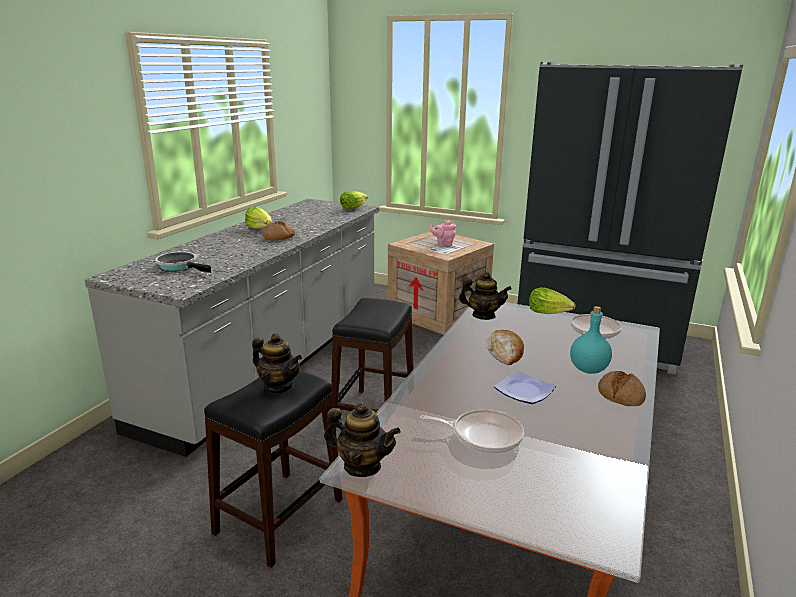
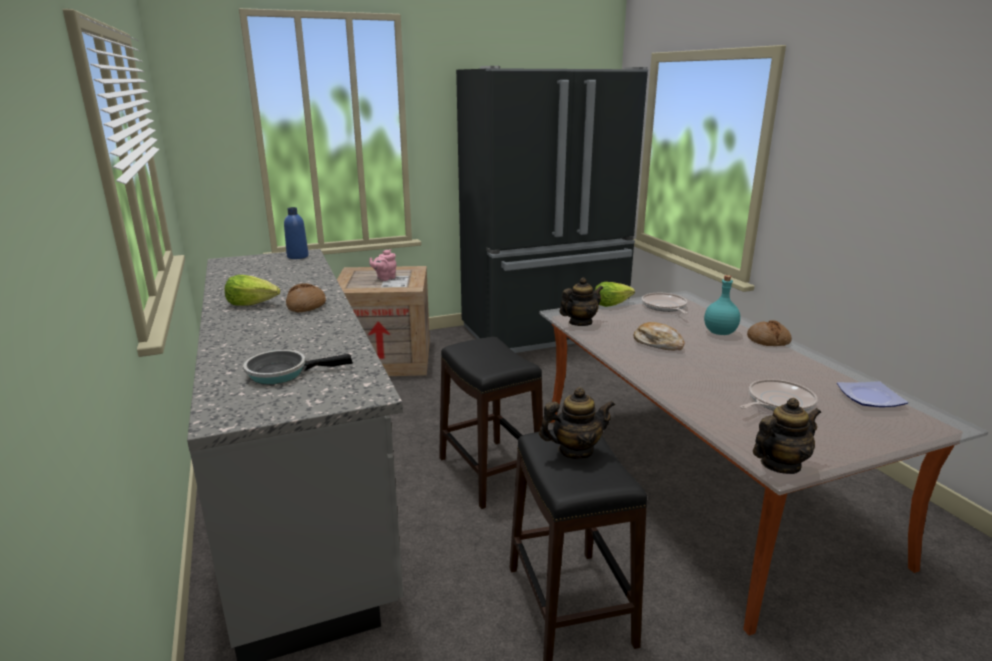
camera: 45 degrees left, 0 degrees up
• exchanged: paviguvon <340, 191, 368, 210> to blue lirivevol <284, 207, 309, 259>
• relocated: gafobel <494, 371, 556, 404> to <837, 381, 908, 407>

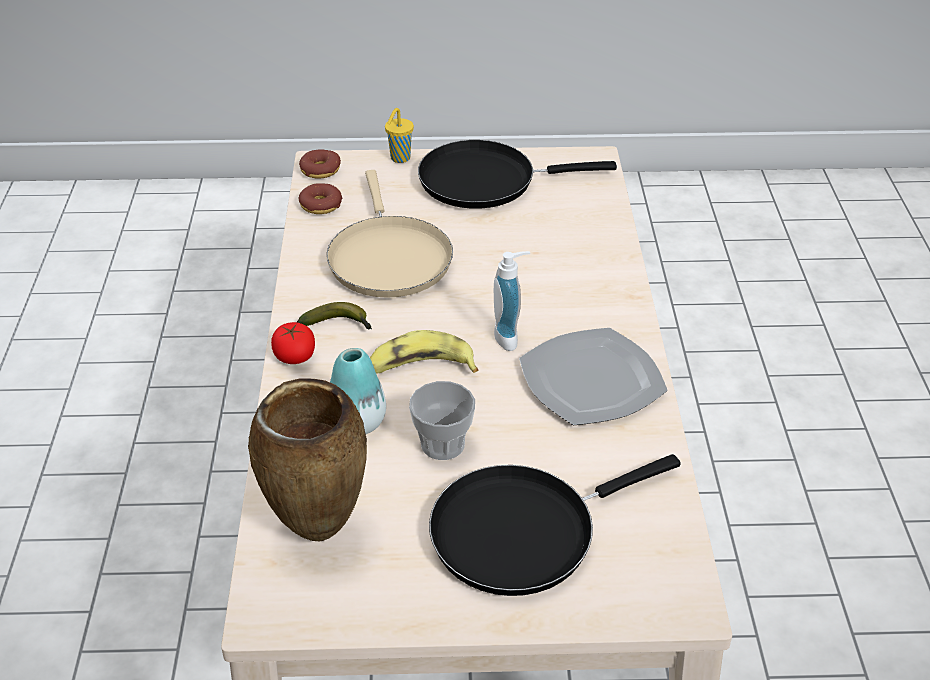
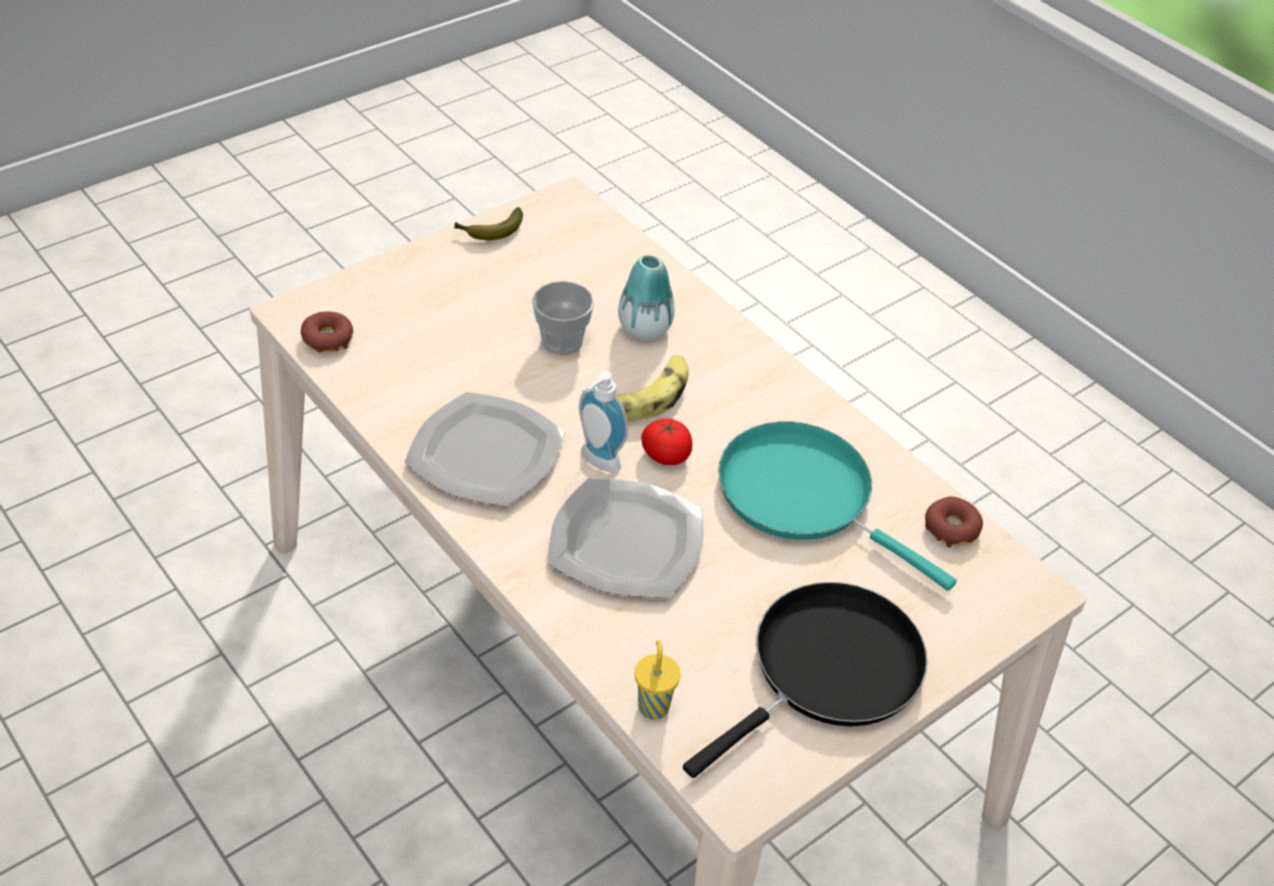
camera: 140 degrees right, 5 degrees up
• relocated: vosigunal <299, 150, 341, 179> to <301, 312, 353, 352>
• relocated: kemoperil <297, 302, 372, 329> to <453, 207, 523, 240>
• appeared: gafobel <549, 478, 703, 598>
• relocated: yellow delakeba <385, 108, 414, 163> to <635, 640, 681, 720>
• relocated: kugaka <271, 322, 315, 364> to <641, 418, 692, 465>
• colour: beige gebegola <327, 170, 453, 298> to turquoise gebegola <718, 421, 957, 591>
• missing: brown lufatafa <248, 378, 367, 541>
• missing: black gebegola <429, 454, 681, 596>

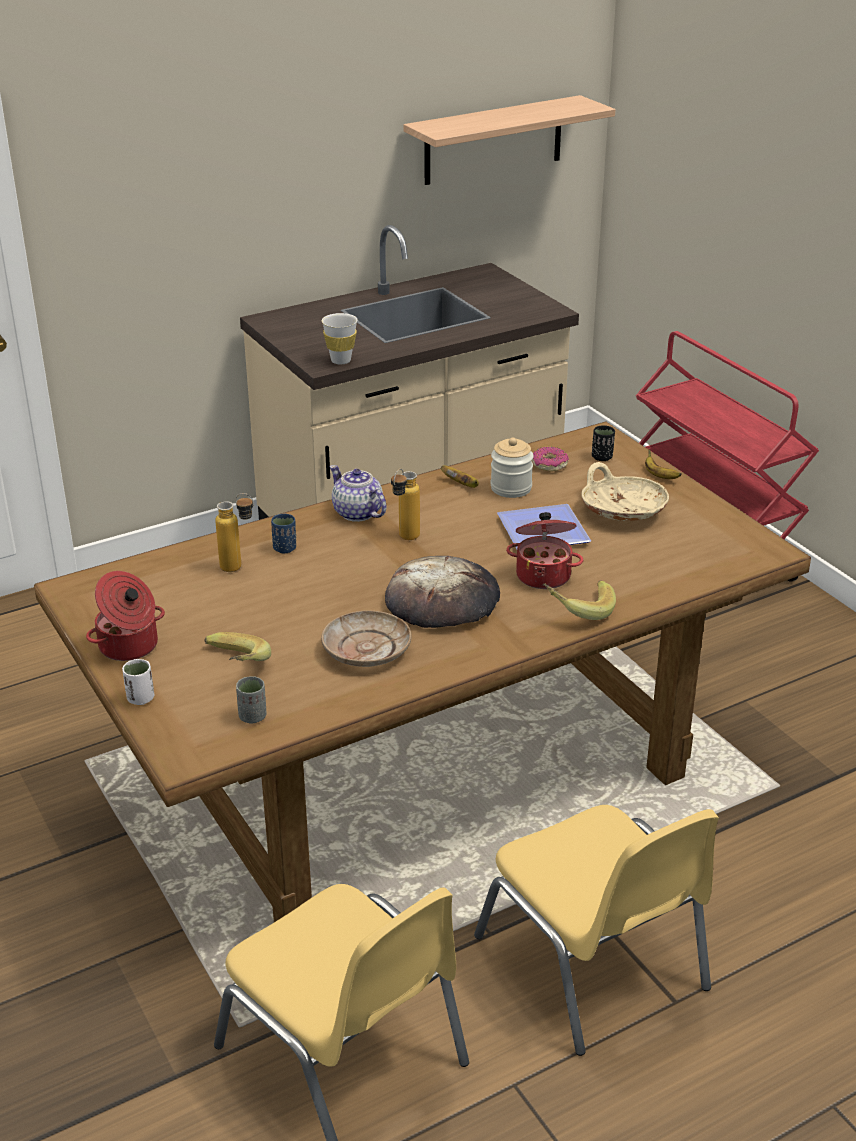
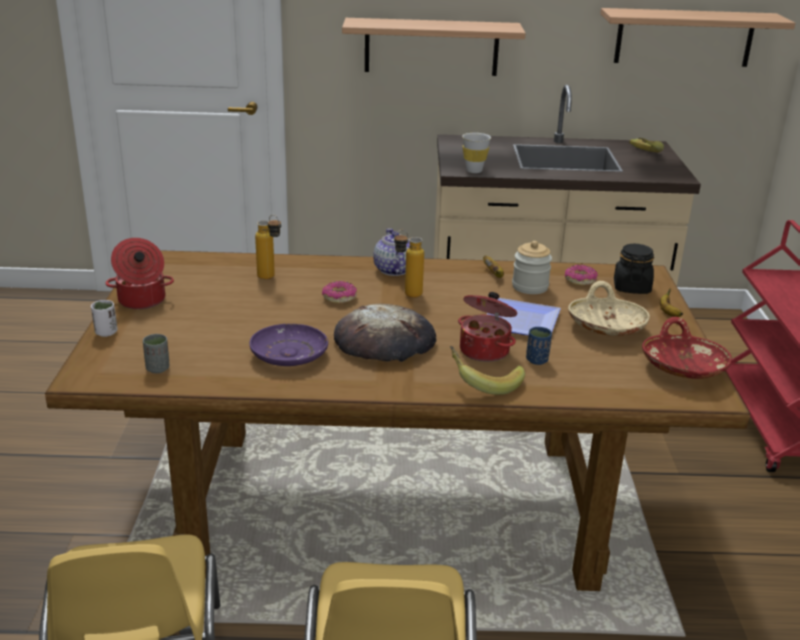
camera: 30 degrees right, 5 degrees down
• colour: beige gafobel <321, 610, 412, 667> to purple gafobel <249, 324, 328, 366>
• appeared: vosigunal <322, 281, 357, 303>
• appeared: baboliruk <342, 18, 526, 76>
• relocated: blue delakeba <271, 514, 296, 553> to <526, 327, 552, 365>
• exchanged: black delakeba <592, 425, 615, 461> to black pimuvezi <614, 244, 654, 294>
• relocated: kemoperil <204, 632, 271, 661> to <629, 138, 664, 152>
• appeared: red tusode <642, 317, 732, 379>

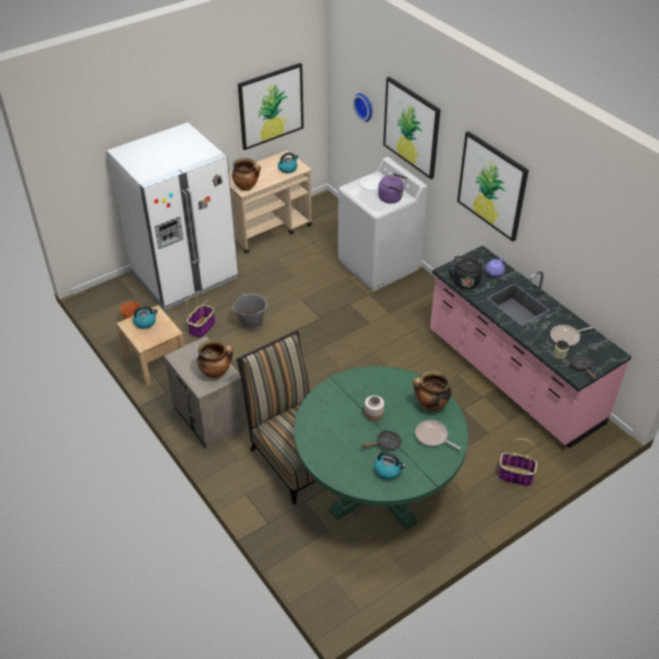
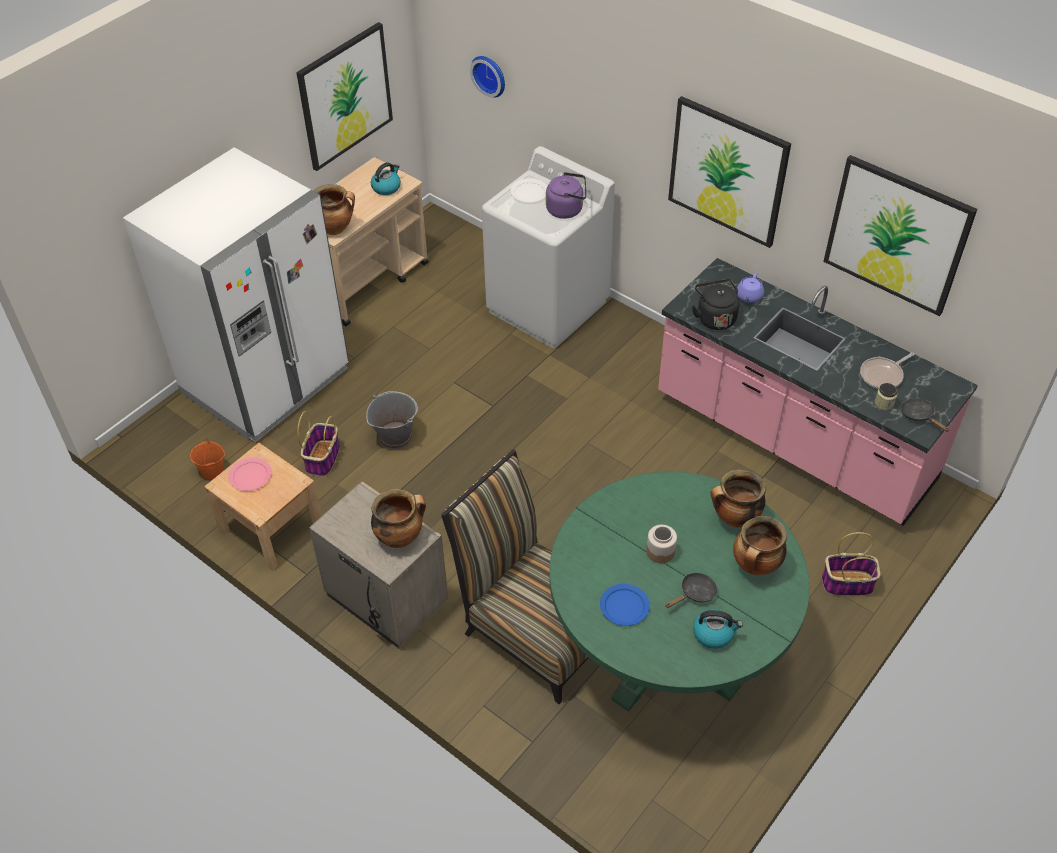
camera: 15 degrees left, 5 degrees up
• exchanged: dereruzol <133, 306, 158, 329> to pink gafobel <228, 457, 272, 491>
• appeared: blue gafobel <600, 584, 650, 626>
• exchanged: gebegola <415, 420, 461, 450> to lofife <733, 516, 787, 575>
• relocated: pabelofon <383, 77, 441, 179> to <823, 155, 977, 316>

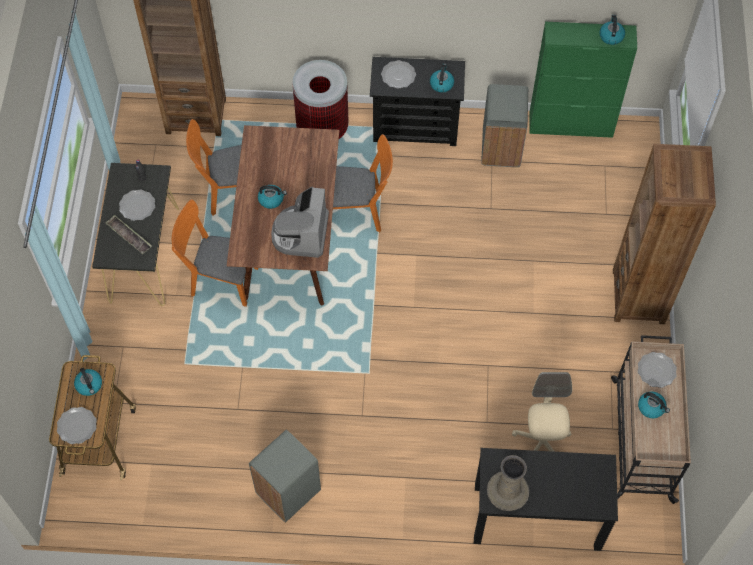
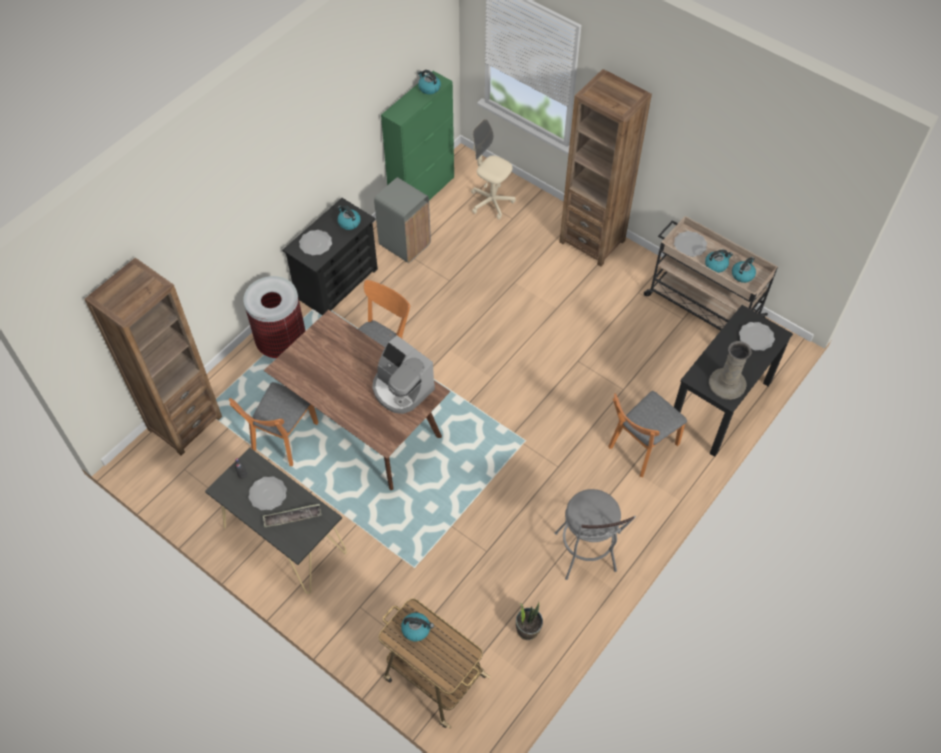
camera: 55 degrees left, 5 degrees down
• relocated: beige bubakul <512, 372, 572, 452> to <471, 119, 516, 219>
• appeared: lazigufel <516, 602, 543, 640>
• exchanged: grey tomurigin <249, 430, 321, 523> to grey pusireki <555, 489, 636, 580>
• relocated: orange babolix <172, 199, 258, 307> to <608, 391, 687, 478>
• relocated: dereruzol <258, 185, 287, 209> to <732, 257, 756, 283>
• relocated: gafobel <57, 407, 97, 444> to <739, 322, 775, 351>

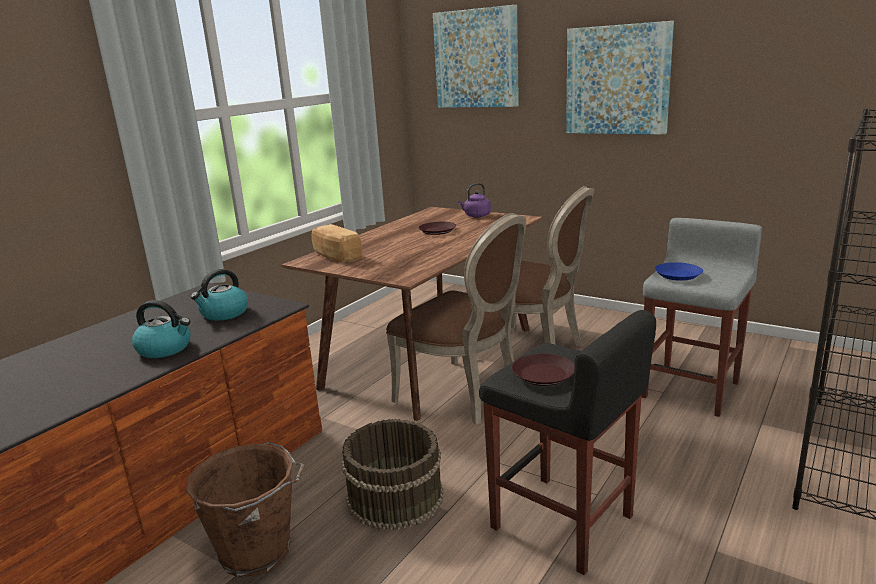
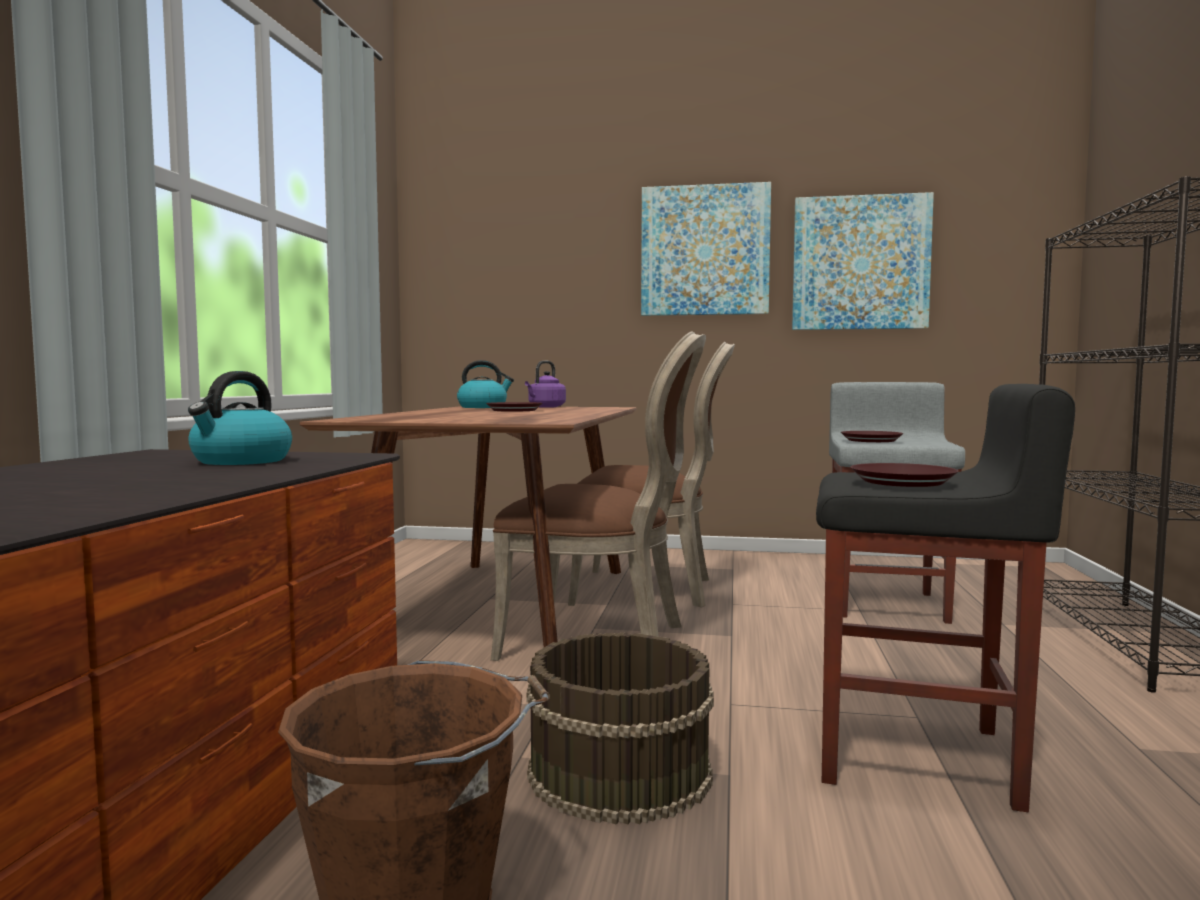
camera: 25 degrees left, 15 degrees down
• relocated: dereruzol <132, 300, 191, 358> to <457, 360, 514, 408>
• relocated: pabelofon <433, 5, 519, 108> to <792, 192, 934, 330>
• colour: blue gafobel <655, 262, 703, 281> to brown gafobel <841, 431, 904, 442>
• missing: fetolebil <312, 224, 362, 262>

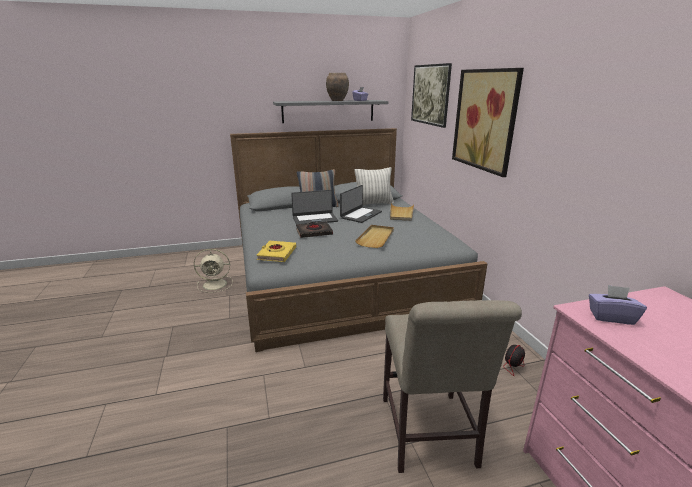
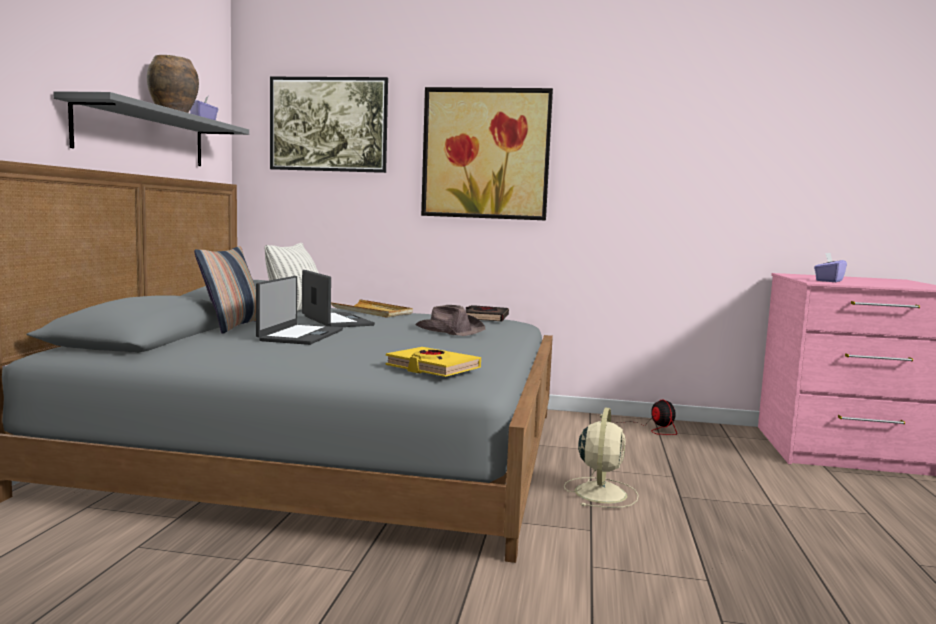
camera: 65 degrees left, 15 degrees down
• exchanged: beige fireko <355, 225, 394, 248> to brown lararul <416, 305, 485, 336>
• relocated: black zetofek <296, 222, 333, 238> to <465, 305, 509, 321>
• relocated: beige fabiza <194, 249, 233, 293> to <564, 407, 639, 508>
• missing: beige babolix <383, 300, 522, 473>

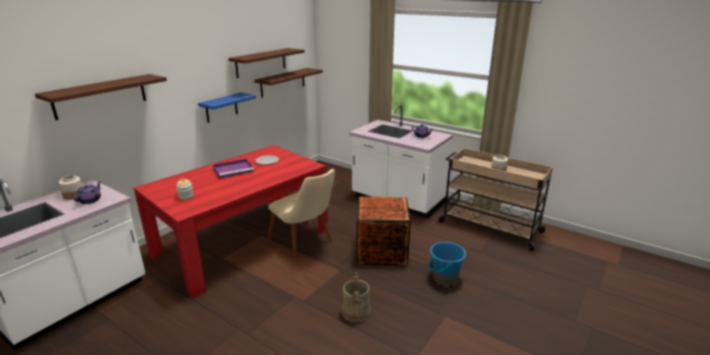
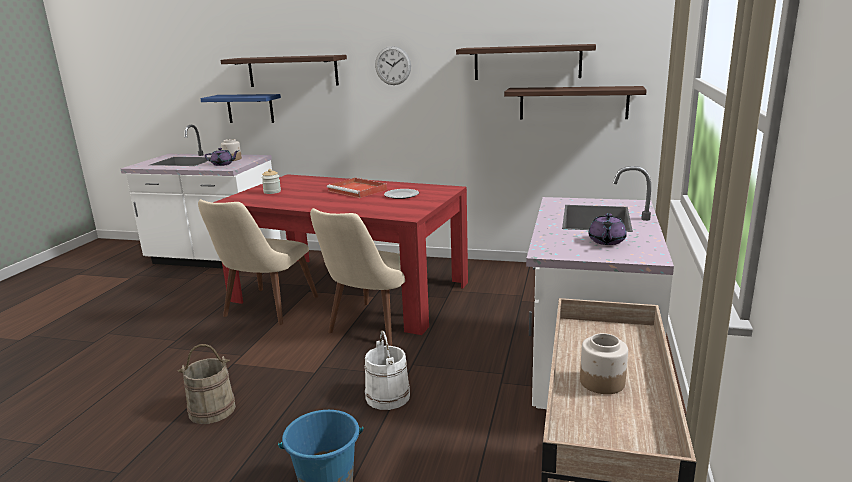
camera: 70 degrees right, 5 degrees down
• appeared: beige babolix <198, 199, 318, 325>
• relocated: blue baboliruk <198, 93, 256, 123> to <200, 94, 281, 123>
• colour: purple fireko <213, 159, 254, 179> to red fireko <327, 178, 387, 198>
• exchanged: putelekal <357, 196, 411, 265> to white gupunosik <364, 330, 410, 410>
• appeared: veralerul <375, 46, 411, 85>

